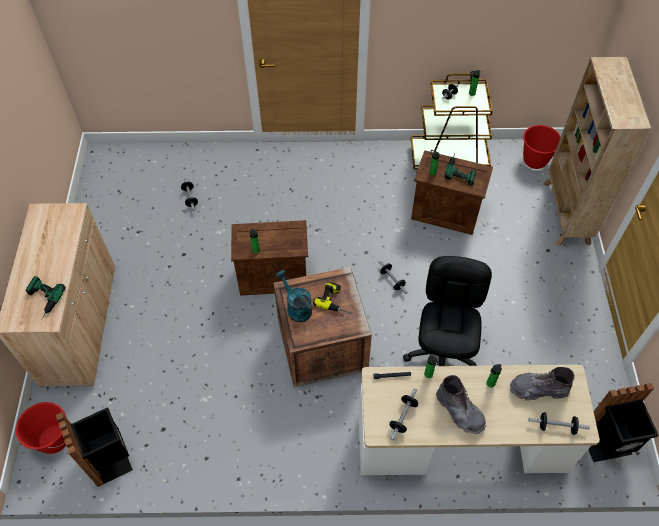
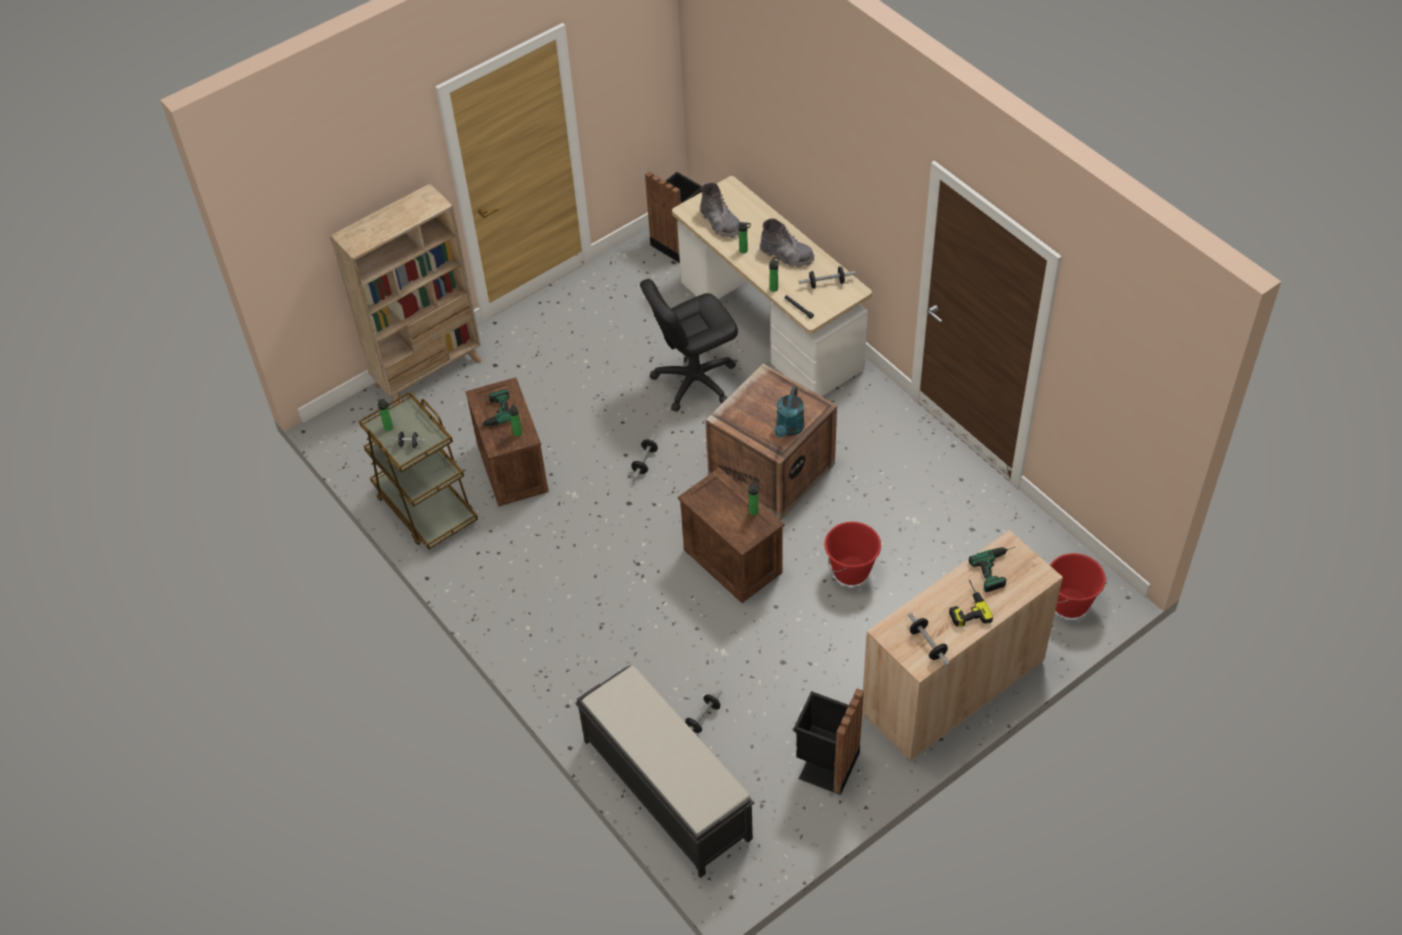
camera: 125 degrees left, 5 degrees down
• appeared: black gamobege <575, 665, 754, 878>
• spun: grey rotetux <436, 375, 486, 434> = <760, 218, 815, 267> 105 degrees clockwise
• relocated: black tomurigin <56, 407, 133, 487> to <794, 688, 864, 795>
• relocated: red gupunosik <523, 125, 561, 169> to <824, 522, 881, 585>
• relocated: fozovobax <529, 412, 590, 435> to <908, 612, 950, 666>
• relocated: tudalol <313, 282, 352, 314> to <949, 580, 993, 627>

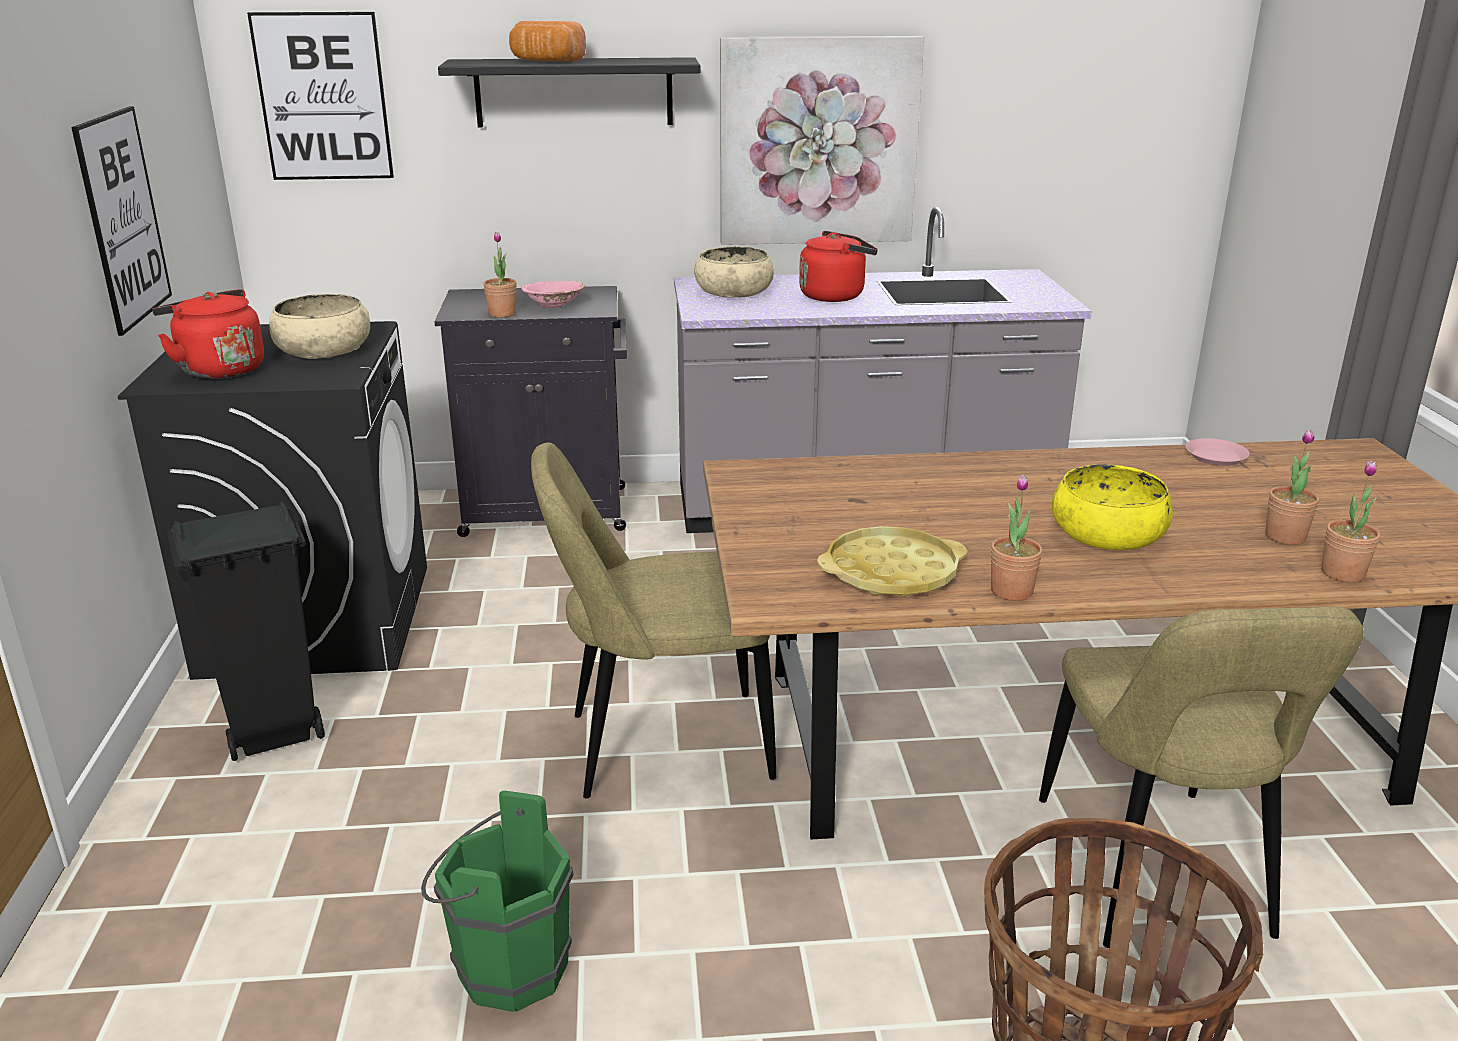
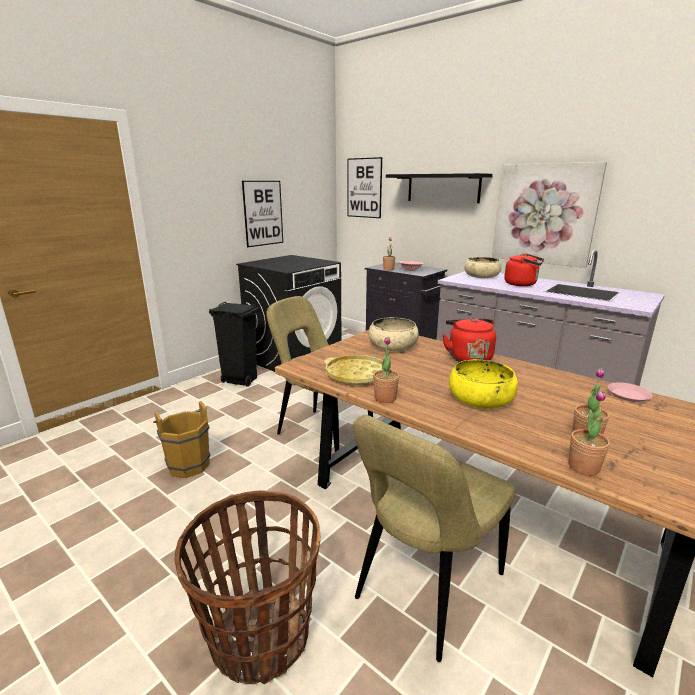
camera: 45 degrees right, 5 degrees down
• colour: green gupunosik <421, 791, 574, 1012> to brown gupunosik <153, 401, 211, 478>
• relocated: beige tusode <269, 294, 370, 359> to <369, 317, 419, 351>
• relocated: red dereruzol <152, 289, 264, 379> to <443, 318, 496, 362>
• missing: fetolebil <509, 21, 586, 62>

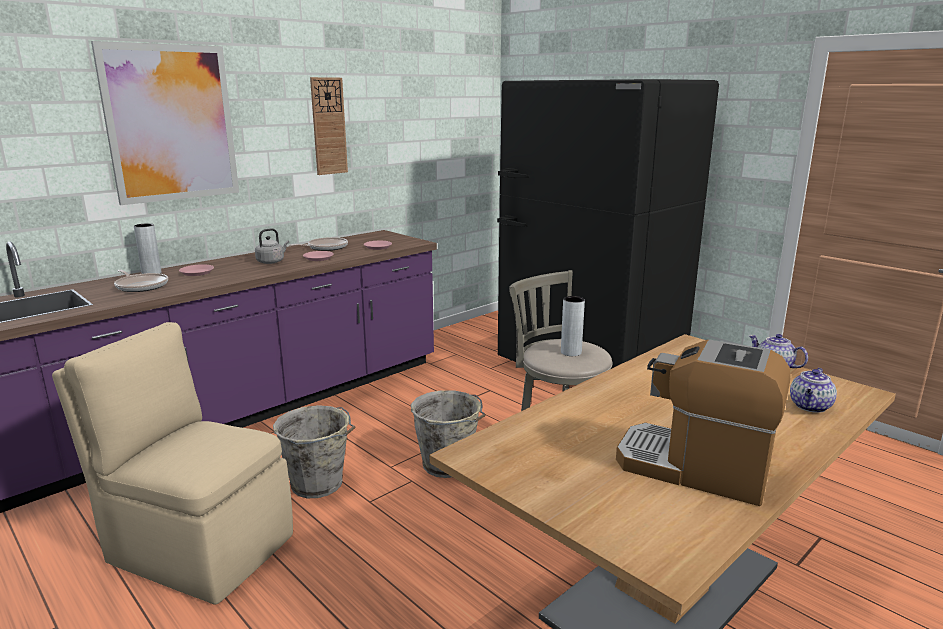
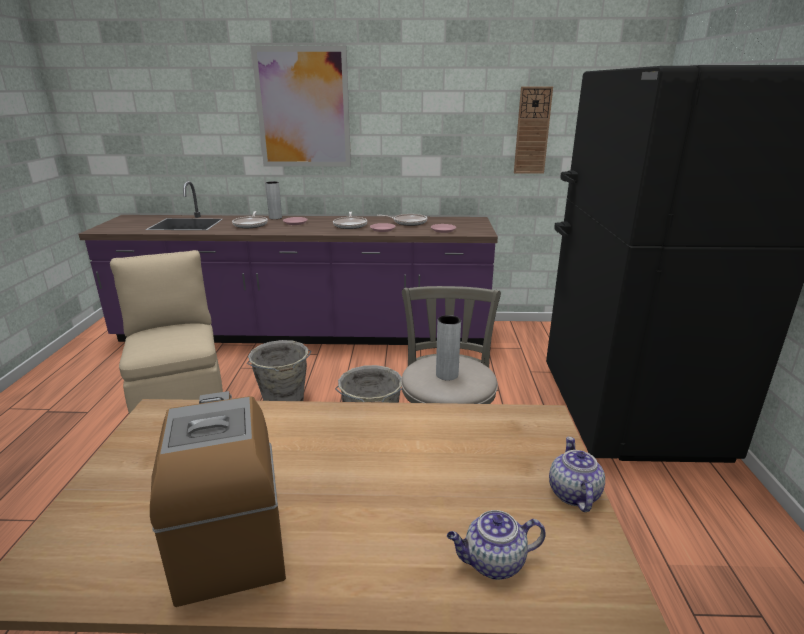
camera: 45 degrees right, 5 degrees up
• exchanged: grey dereruzol <255, 228, 289, 264> to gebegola <333, 212, 367, 229>
• relocated: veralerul <310, 77, 348, 175> to <514, 86, 553, 174>

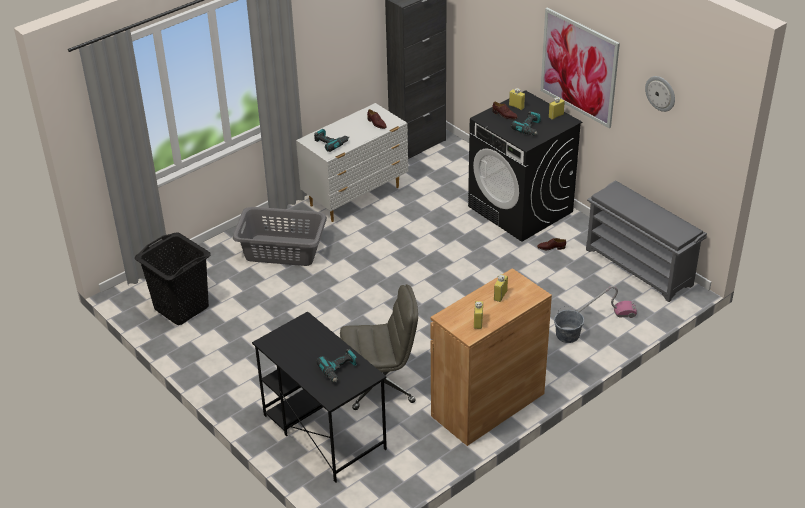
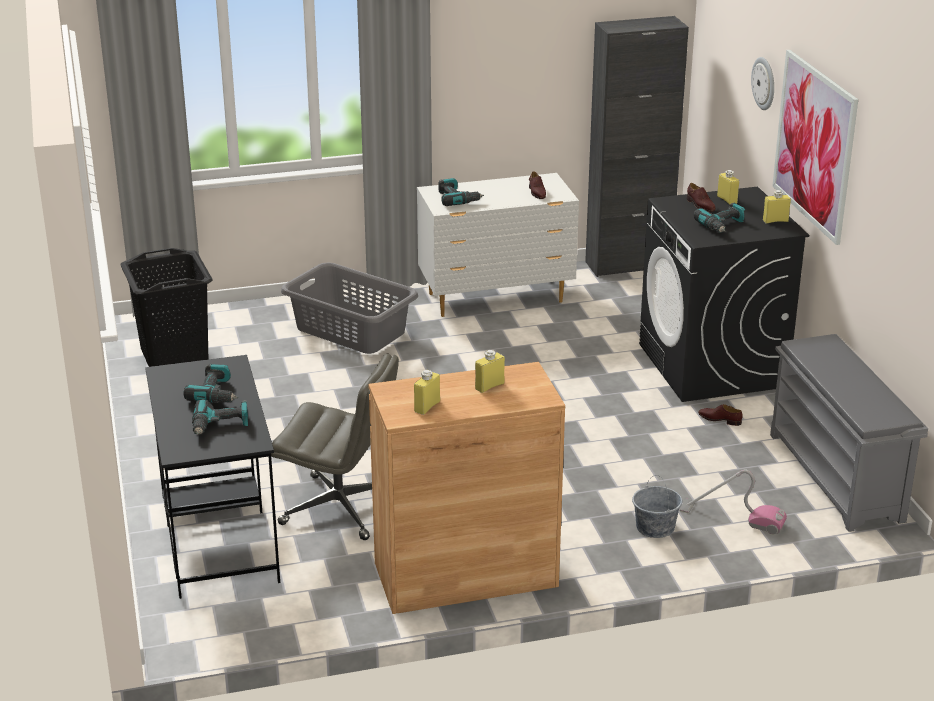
camera: 25 degrees right, 10 degrees down
• appeared: tudalol <183, 364, 238, 403>
• relocated: veralerul <645, 76, 675, 112> to <751, 57, 774, 110>

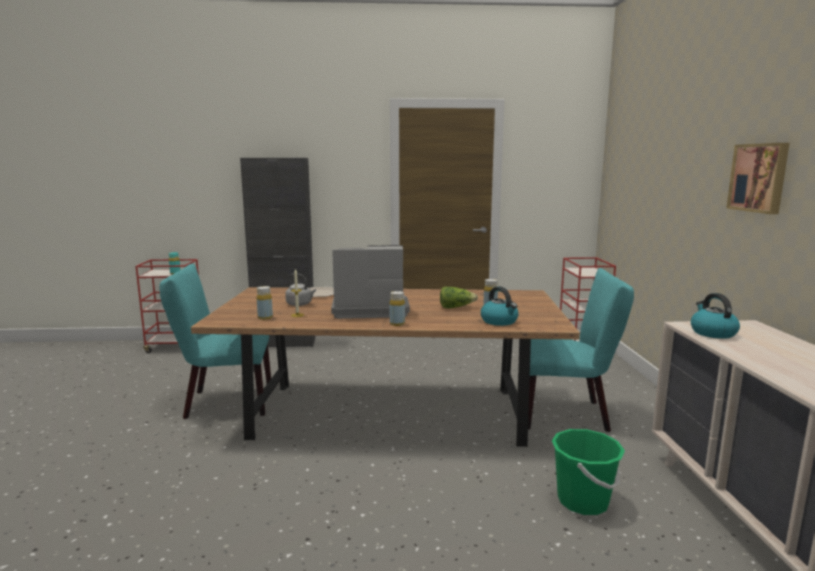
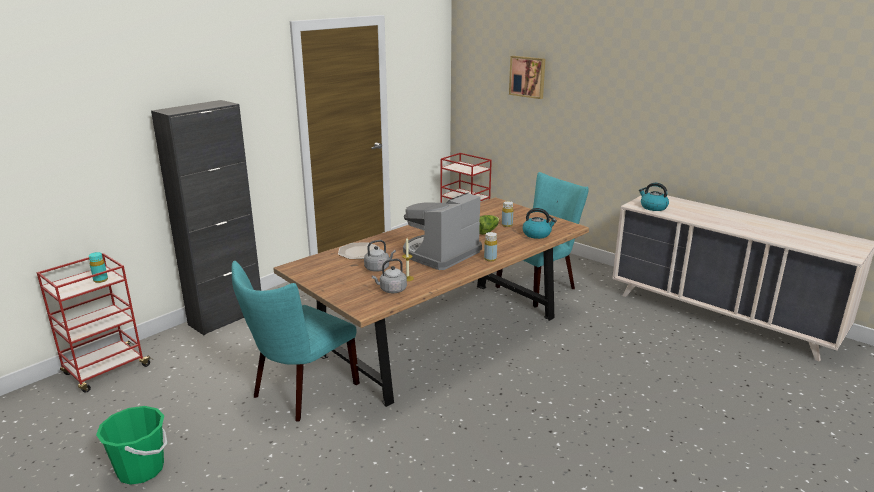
camera: 45 degrees left, 10 degrees up
• relocated: green gupunosik <552, 429, 625, 515> to <96, 406, 167, 485>
• exchanged: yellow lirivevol <256, 286, 273, 320> to grey dereruzol <372, 259, 407, 293>
• relocated: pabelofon <726, 143, 789, 214> to <509, 56, 545, 99>

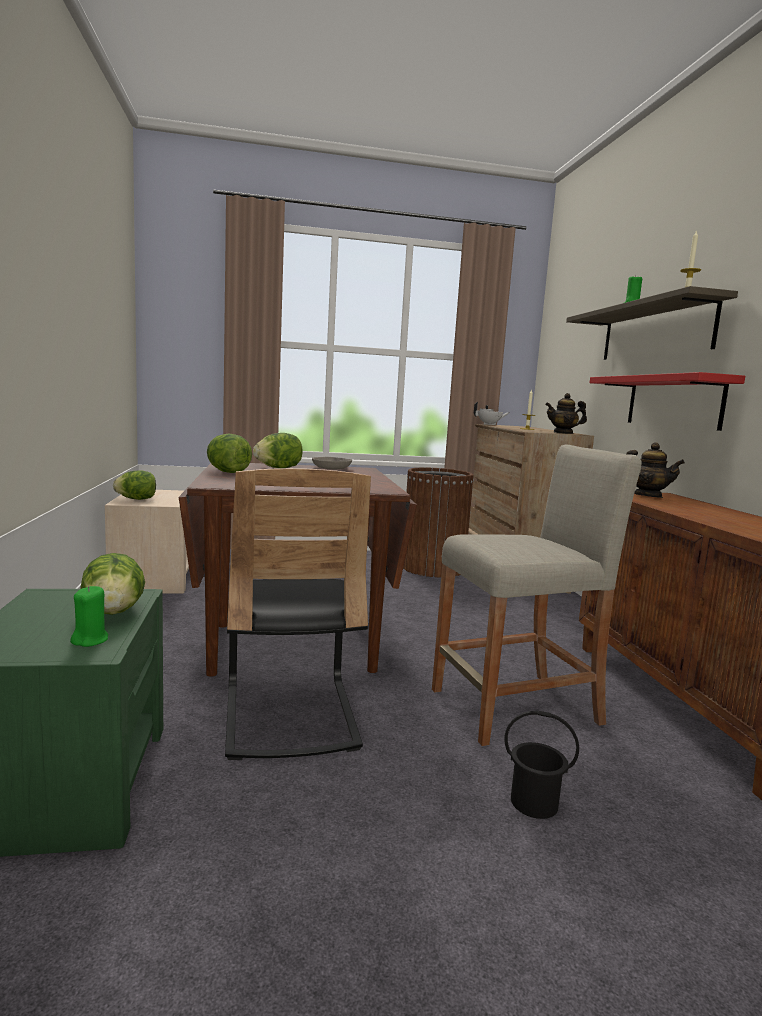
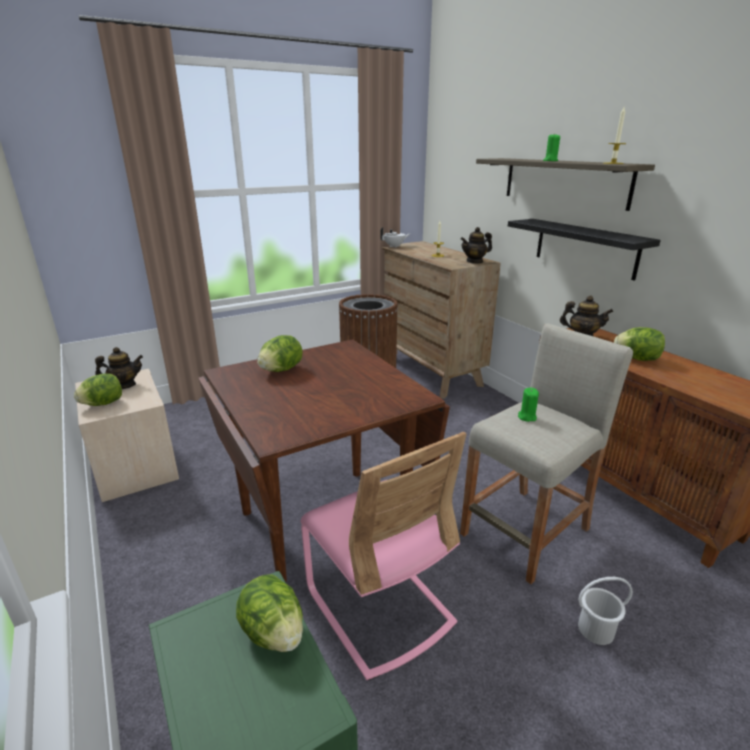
camera: 20 degrees left, 15 degrees up
• appeared: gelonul <95, 347, 143, 389>
• colour: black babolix <225, 468, 371, 760> to pink babolix <300, 432, 467, 681>
• colour: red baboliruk <590, 372, 745, 431> to black baboliruk <508, 219, 661, 281>
• relocated: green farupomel <70, 586, 108, 647> to <518, 388, 539, 422>
• colour: black gupunosik <505, 711, 579, 819> to white gupunosik <578, 577, 633, 645>
• relocated: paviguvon <207, 434, 252, 473> to <614, 327, 665, 361>
• missing: grey tusode <312, 457, 352, 469>

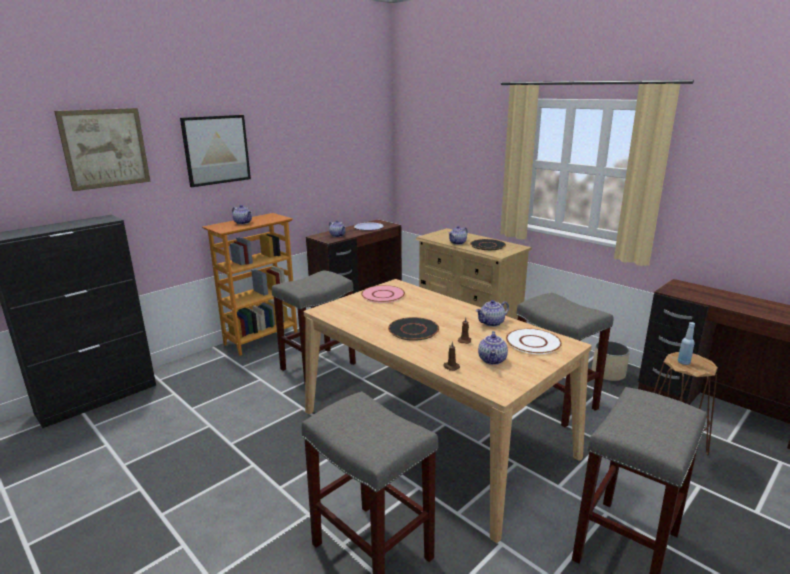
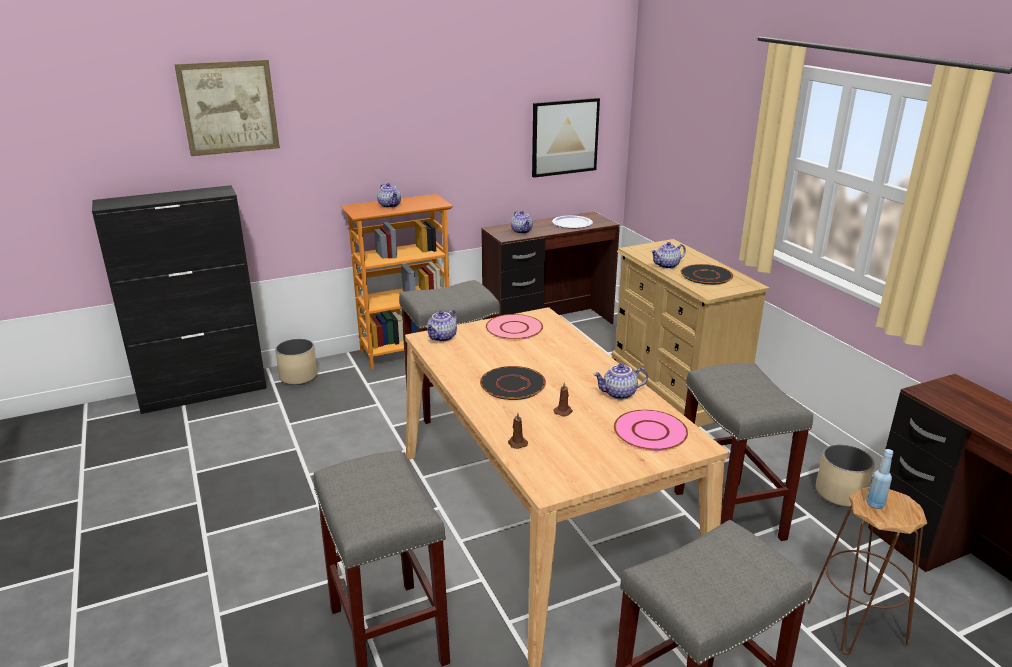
camera: 20 degrees right, 5 degrees up
• appeared: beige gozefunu <275, 339, 318, 385>
• relocated: gelonul <478, 331, 508, 365> to <426, 309, 457, 342>
• relocated: pabelofon <180, 115, 251, 187> to <532, 98, 600, 178>
• colour: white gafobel <506, 328, 562, 354> to pink gafobel <614, 410, 688, 451>

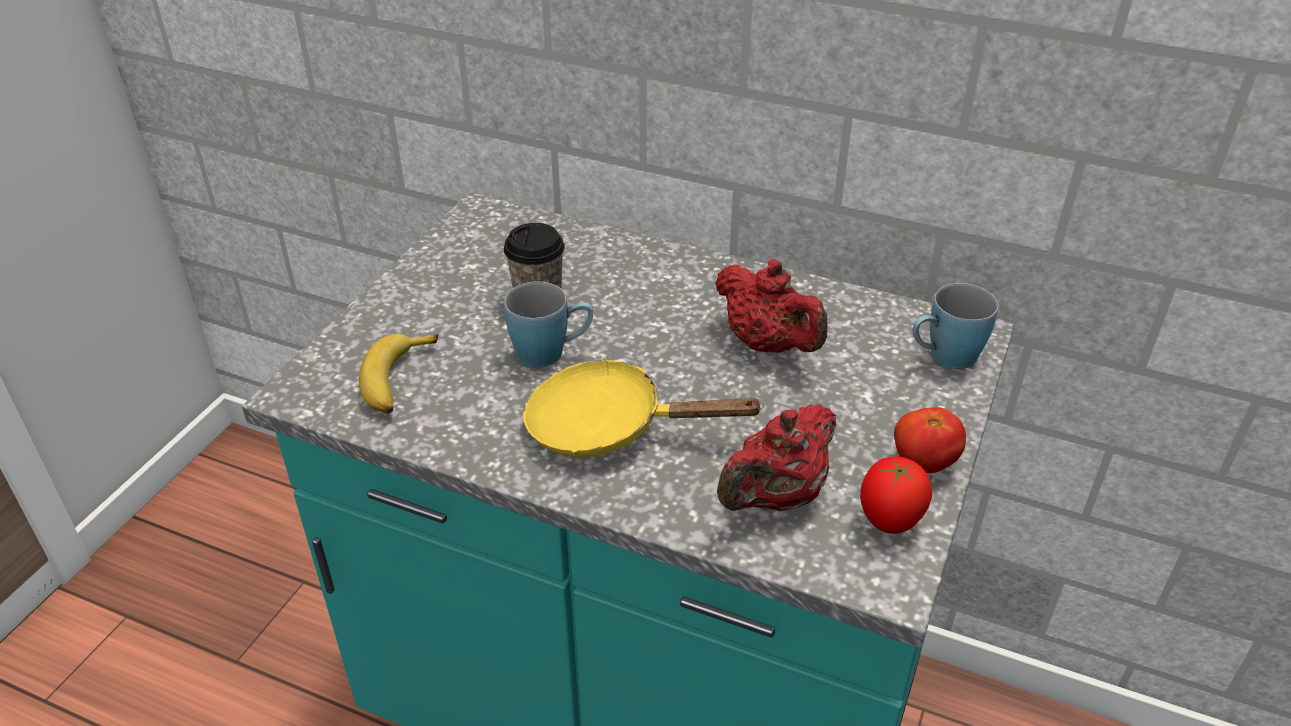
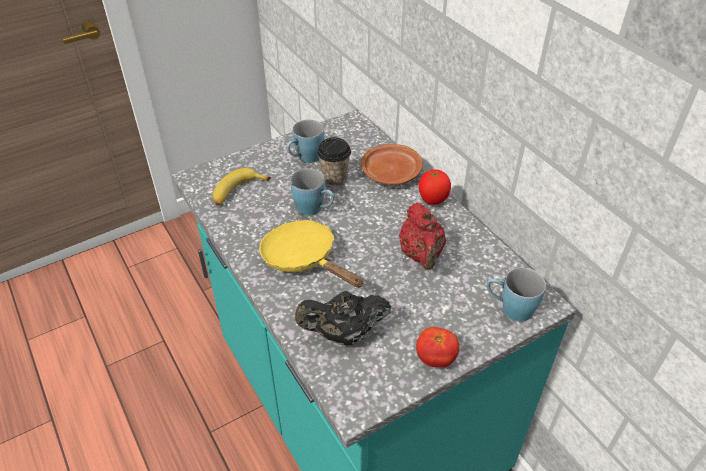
camera: 35 degrees right, 5 degrees up
• appeared: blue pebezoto <287, 119, 324, 163>
• colour: red gelonul <717, 404, 837, 511> to black gelonul <295, 291, 391, 345>
• appeared: brown gafobel <361, 144, 423, 185>
• relocated: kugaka <860, 456, 932, 534> to <419, 169, 451, 205>

